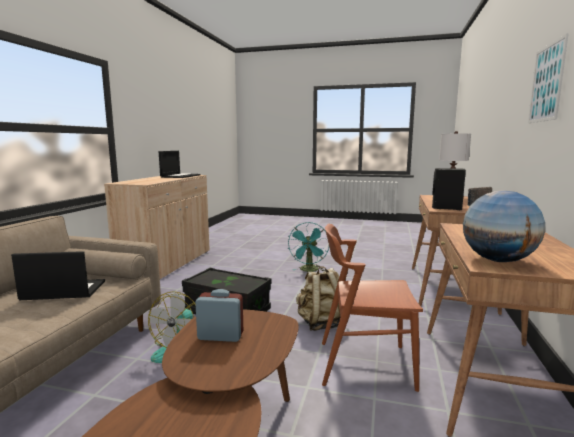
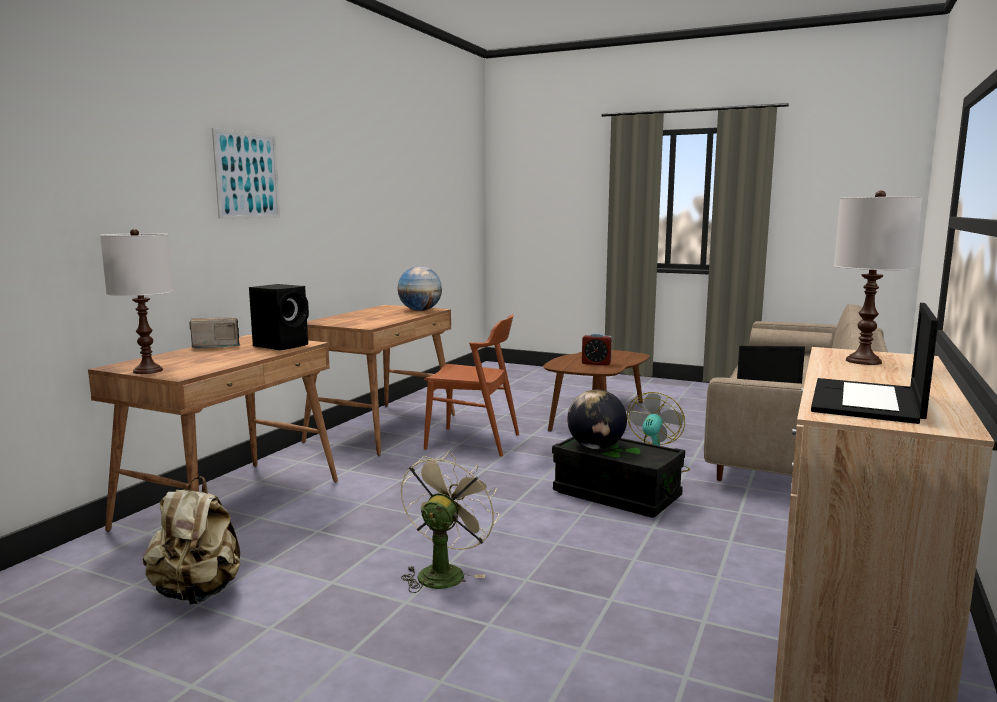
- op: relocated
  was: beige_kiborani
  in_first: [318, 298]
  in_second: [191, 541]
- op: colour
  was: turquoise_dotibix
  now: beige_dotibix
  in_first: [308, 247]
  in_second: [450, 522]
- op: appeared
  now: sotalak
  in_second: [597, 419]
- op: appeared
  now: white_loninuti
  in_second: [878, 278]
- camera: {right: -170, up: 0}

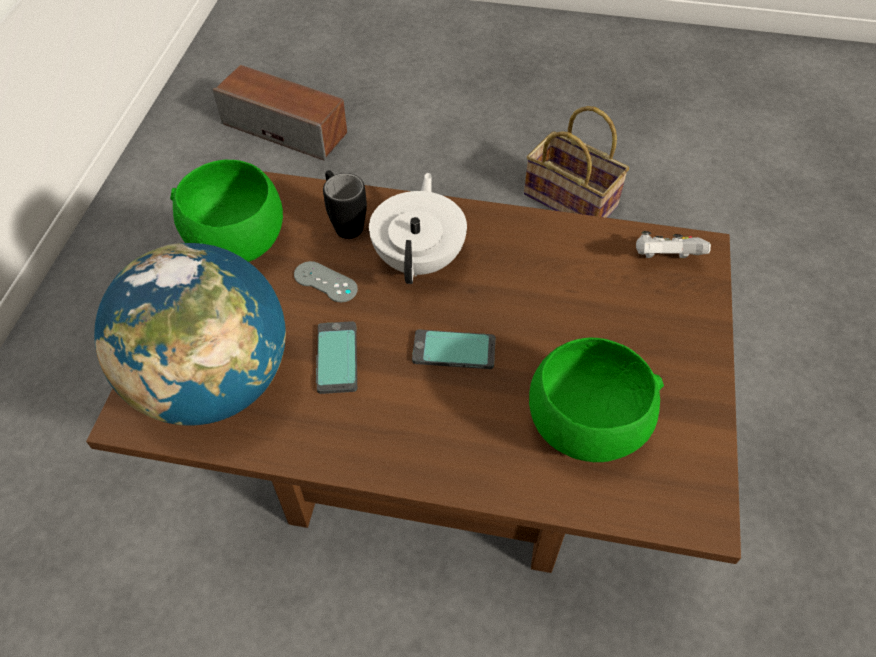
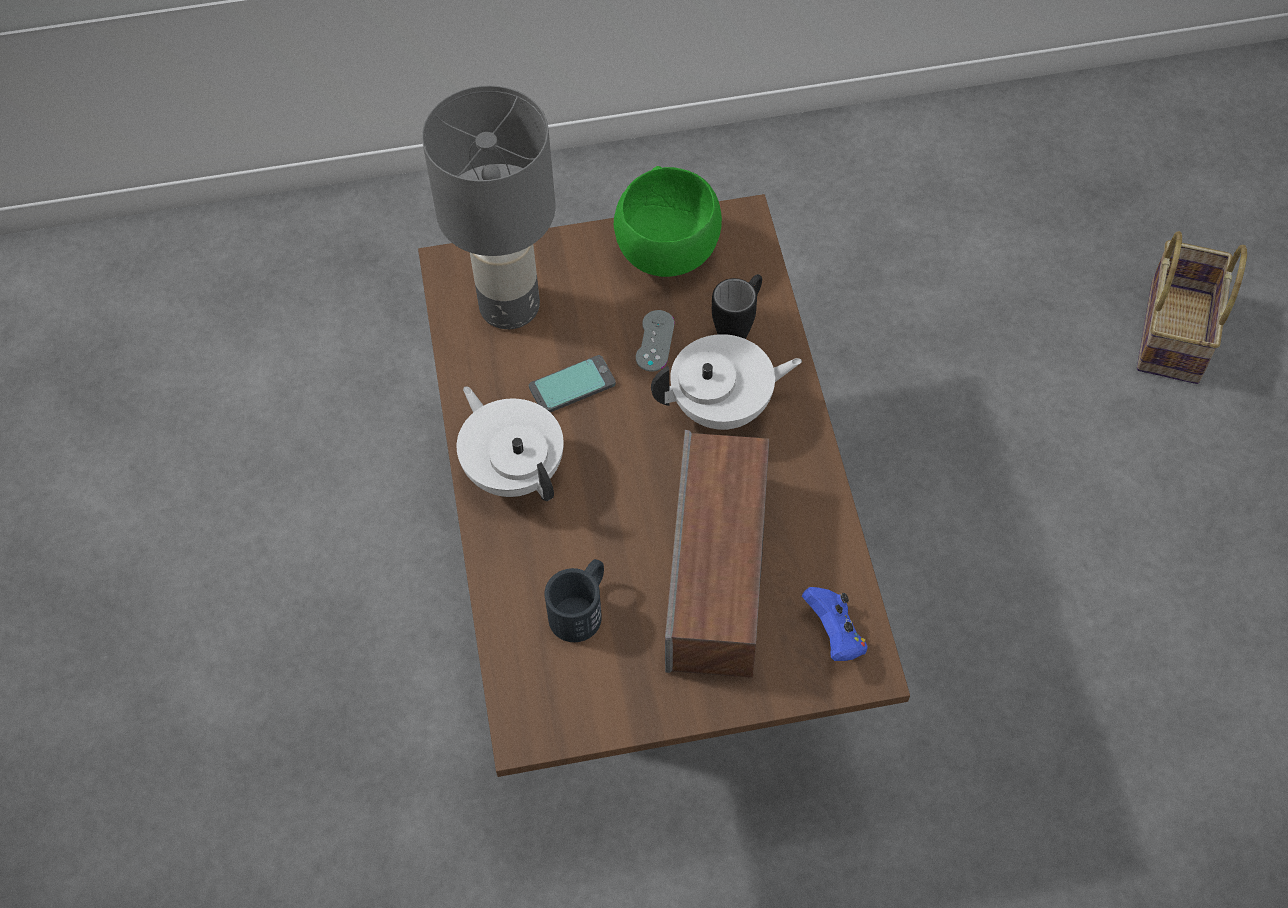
- op: exchanged
  was: sotalak
  now: grey_loninuti
  in_first: [190, 334]
  in_second: [488, 207]
- op: appeared
  now: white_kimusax
  in_second: [510, 443]
- op: exchanged
  was: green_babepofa
  now: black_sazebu
  in_first: [596, 400]
  in_second: [574, 600]
- op: relocated
  was: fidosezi
  in_first: [280, 113]
  in_second: [717, 554]
- op: colour
  was: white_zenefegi
  now: blue_zenefegi
  in_first: [673, 245]
  in_second: [835, 624]
- op: relocated
  was: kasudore
  in_first: [576, 162]
  in_second: [1192, 307]
- op: missing
  was: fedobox
  in_first: [454, 349]
- camera: {right: 70, up: 5}

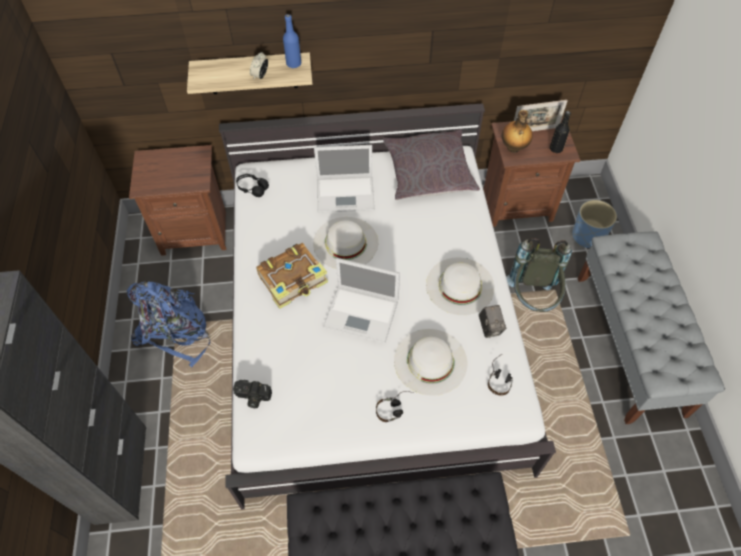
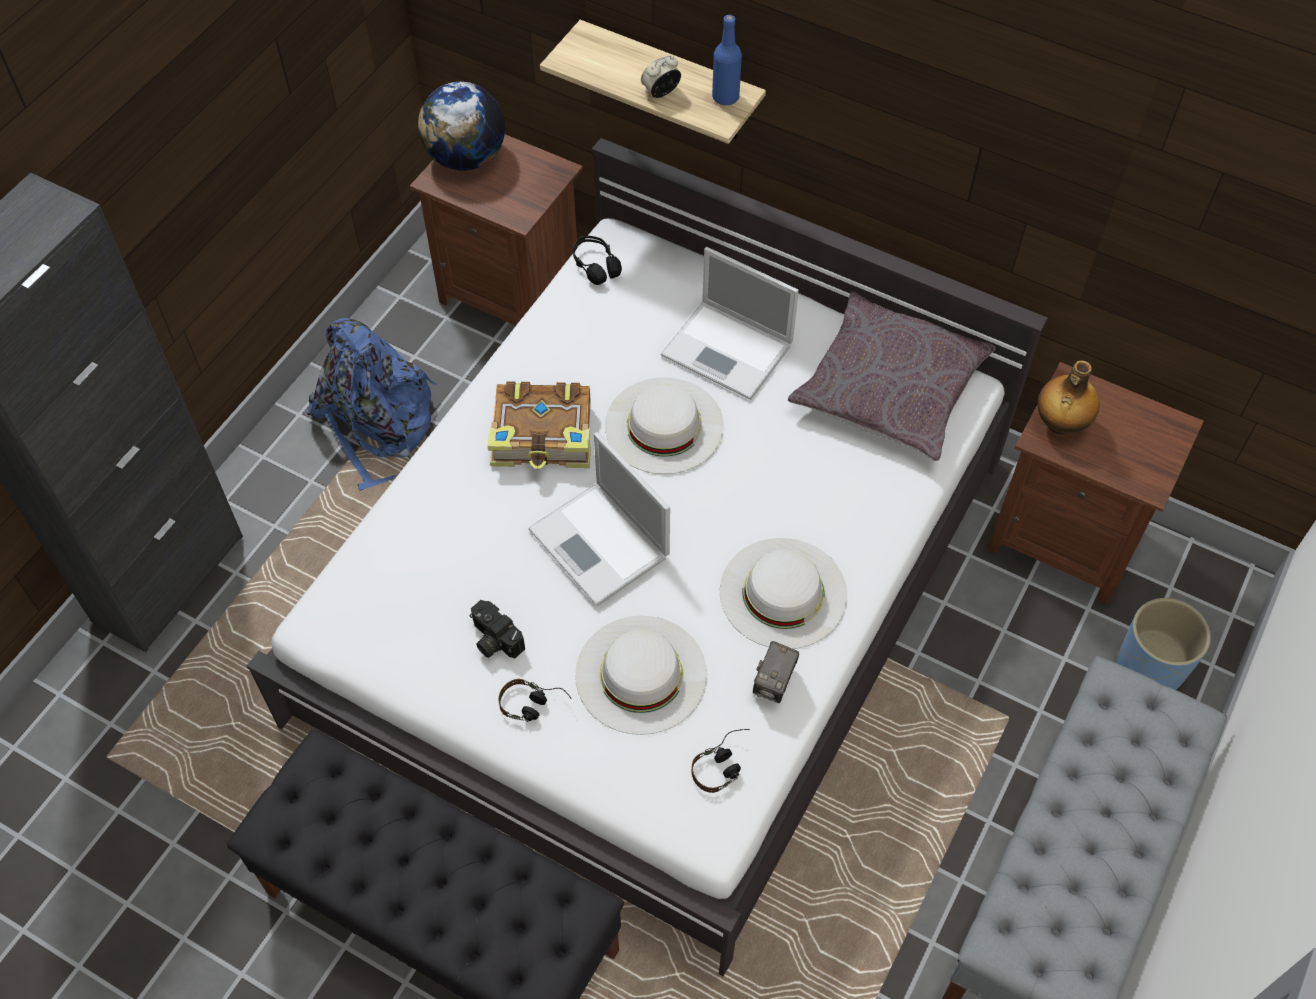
- op: appeared
  now: sotalak
  in_second: [461, 126]
- op: relocated
  was: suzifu
  in_first: [252, 394]
  in_second: [497, 629]
- op: missing
  was: grey_kiborani
  in_first: [539, 275]
- op: missing
  was: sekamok
  in_first: [541, 115]
- op: missing
  was: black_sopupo
  in_first: [560, 132]
- camera: {right: 35, up: 0}

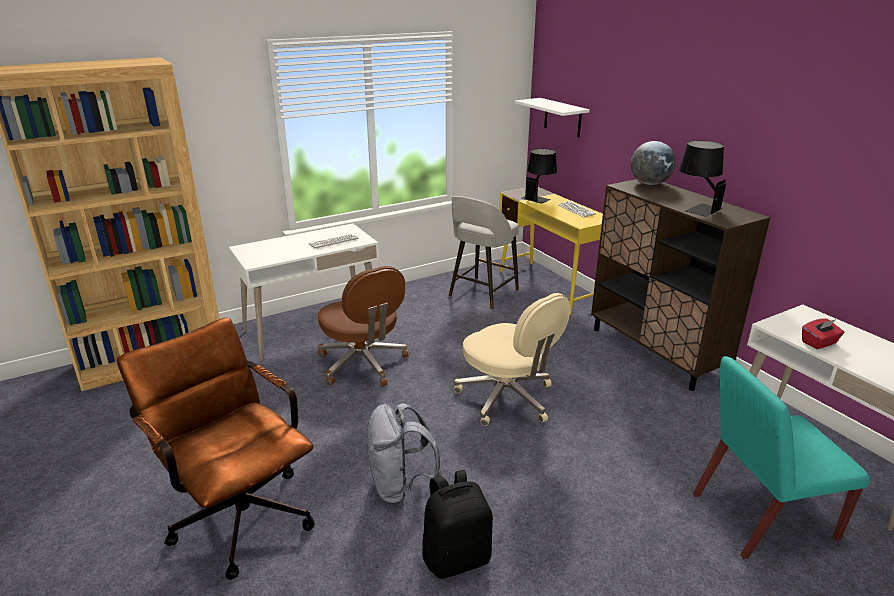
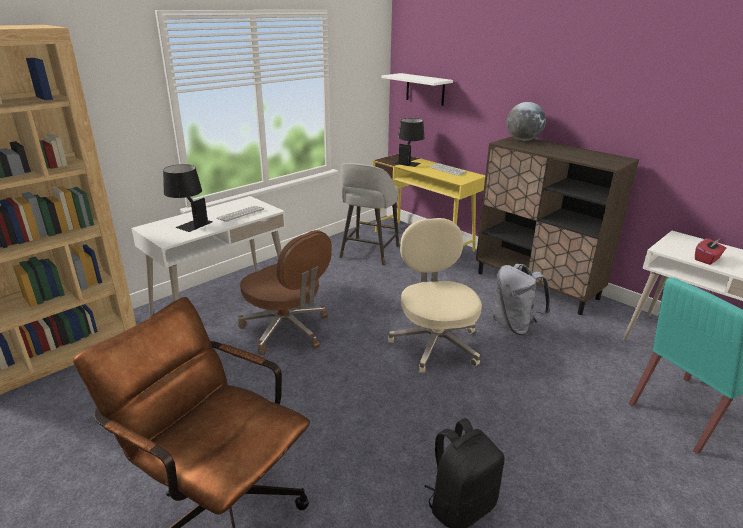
- op: relocated
  was: black_loninuti
  in_first: [702, 178]
  in_second: [188, 198]
- op: spun
  was: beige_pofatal
  in_first: [512, 359]
  in_second: [435, 295]
  clockwise: -135
- op: relocated
  was: grey_kiborani
  in_first: [404, 453]
  in_second: [521, 299]
- camera: {right: -15, up: 0}

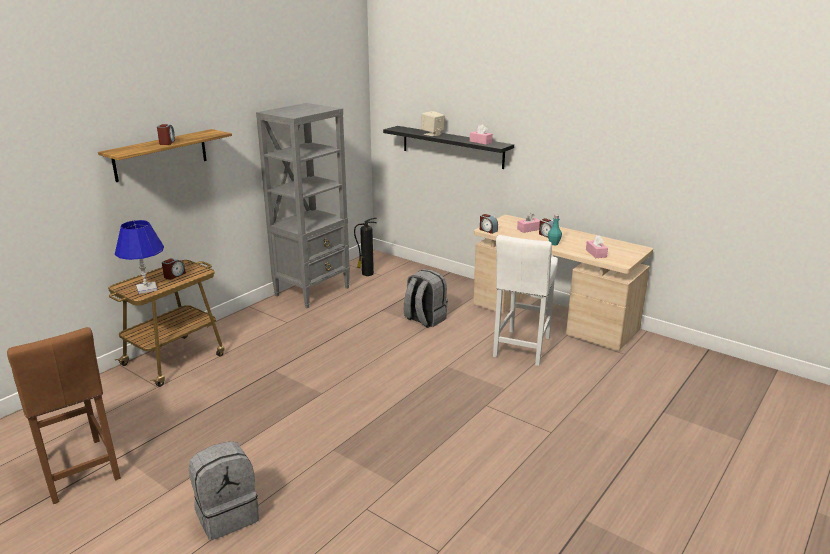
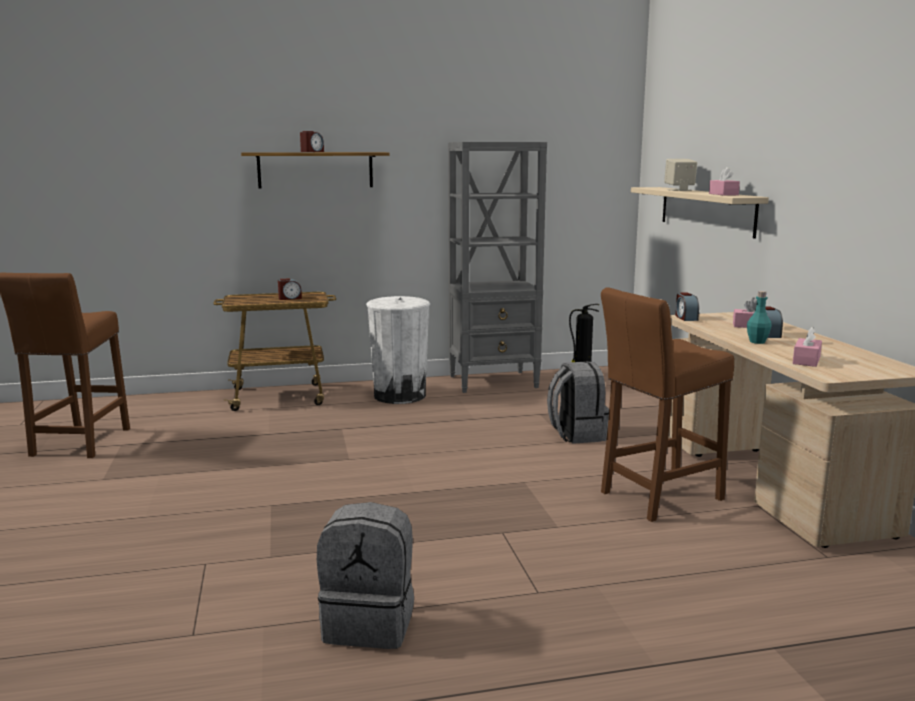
- op: relocated
  was: grey_kiborani
  in_first: [224, 490]
  in_second: [365, 575]
- op: appeared
  now: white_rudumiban
  in_second: [398, 350]
- op: colour
  was: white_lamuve
  now: brown_lamuve
  in_first: [525, 300]
  in_second: [667, 405]
- op: colour
  was: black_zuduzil
  now: beige_zuduzil
  in_first: [448, 147]
  in_second: [700, 213]
- op: missing
  was: blue_loninuti
  in_first: [139, 257]
- camera: {right: 40, up: -10}

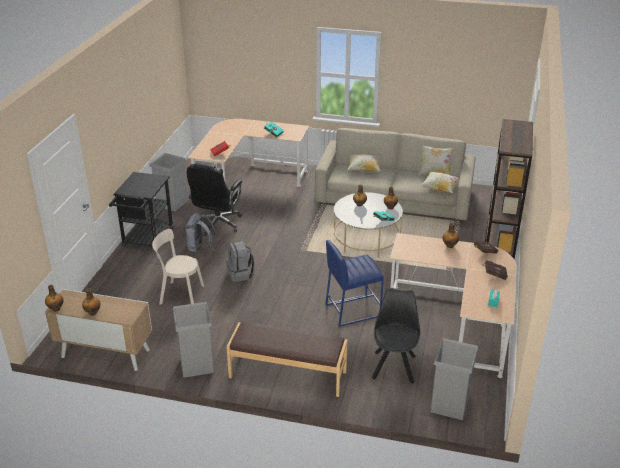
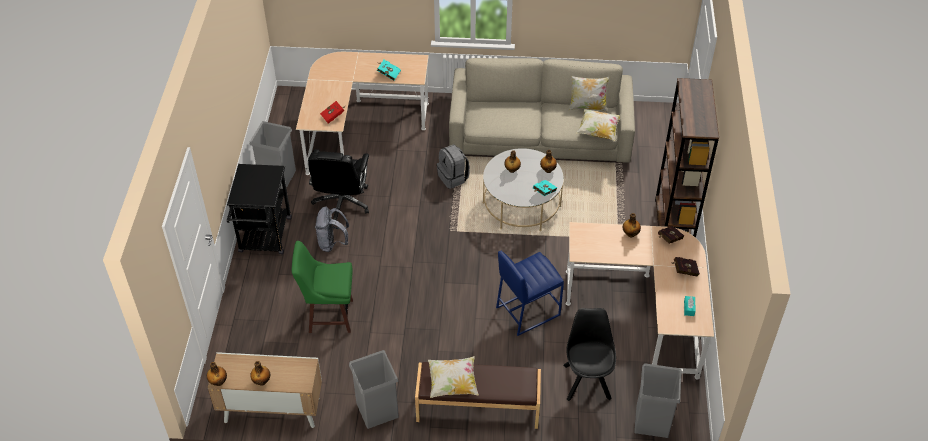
- op: exchanged
  was: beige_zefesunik
  now: green_lamuve
  in_first: [178, 266]
  in_second: [322, 287]
- op: relocated
  was: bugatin
  in_first: [364, 163]
  in_second: [453, 377]
- op: relocated
  was: grey_kiborani
  in_first: [240, 261]
  in_second: [453, 167]
- camera: {right: -10, up: 15}

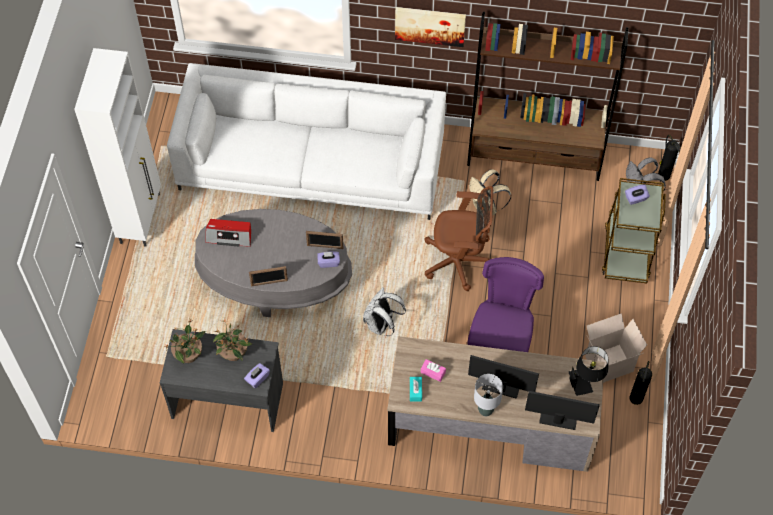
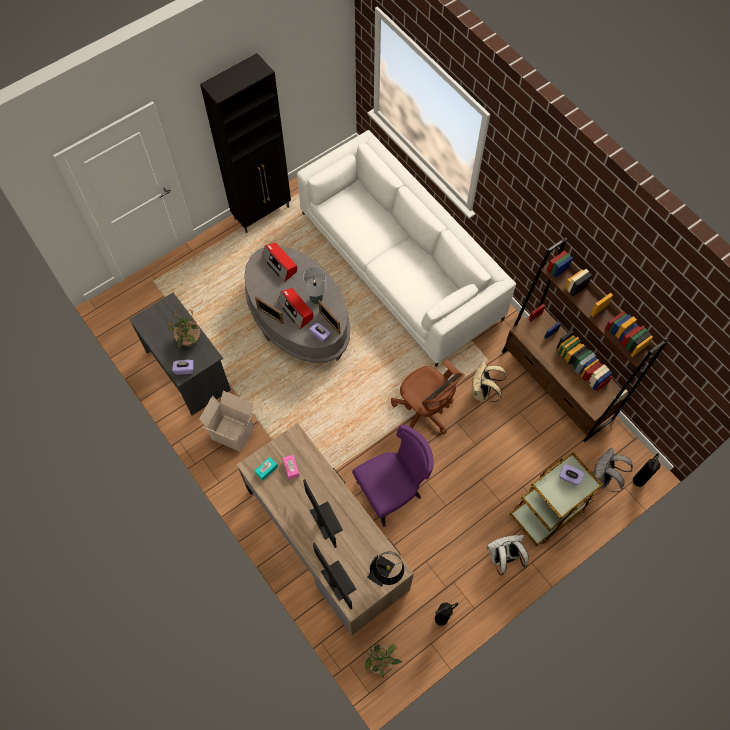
- op: relocated
  was: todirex
  in_first: [616, 348]
  in_second: [226, 421]
- op: colour
  was: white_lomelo
  now: black_lomelo
  in_first: [117, 147]
  in_second: [245, 143]
- op: appeared
  now: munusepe
  in_second: [295, 308]
- op: relocated
  was: grey_loninuti
  in_first: [488, 395]
  in_second: [314, 285]
- op: relocated
  was: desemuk
  in_first: [185, 341]
  in_second: [381, 661]
- op: relocated
  was: white_kiborani
  in_first: [384, 311]
  in_second: [508, 555]
- op: missing
  was: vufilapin
  in_first: [430, 27]
- camera: {right: 45, up: 5}

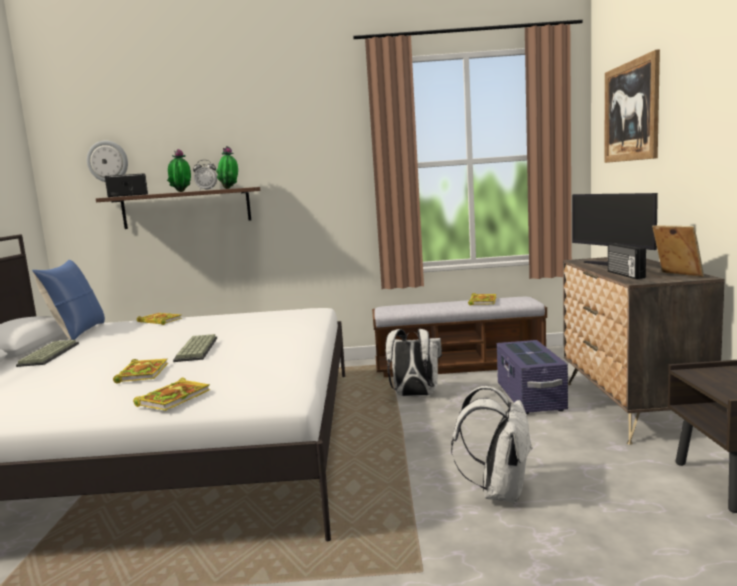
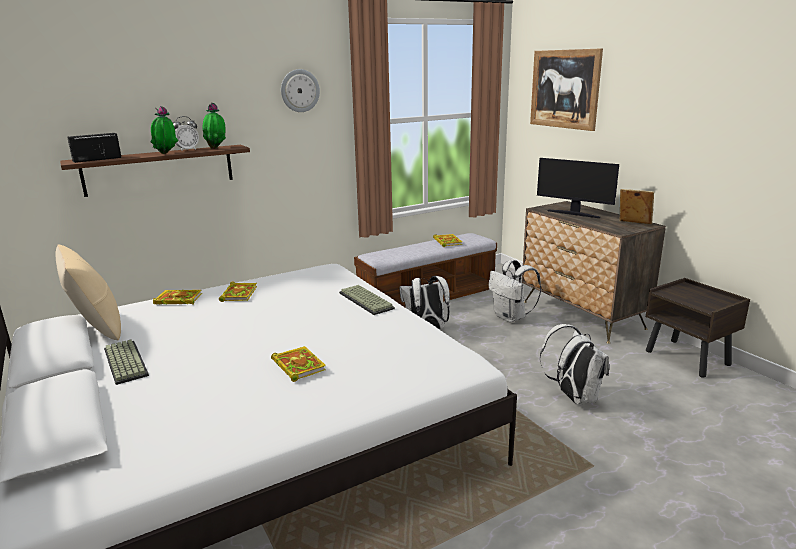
- op: colour
  was: blue_bugatin
  now: beige_bugatin
  in_first: [68, 300]
  in_second: [88, 292]
- op: relocated
  was: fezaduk
  in_first: [172, 394]
  in_second: [238, 292]
- op: relocated
  was: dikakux
  in_first: [107, 161]
  in_second: [300, 90]
- op: relocated
  was: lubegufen
  in_first: [195, 348]
  in_second: [367, 300]
- op: exchanged
  was: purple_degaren
  now: white_kiborani
  in_first: [532, 377]
  in_second: [515, 291]
- op: missing
  was: munusepe
  in_first: [627, 261]
- camera: {right: -30, up: 10}

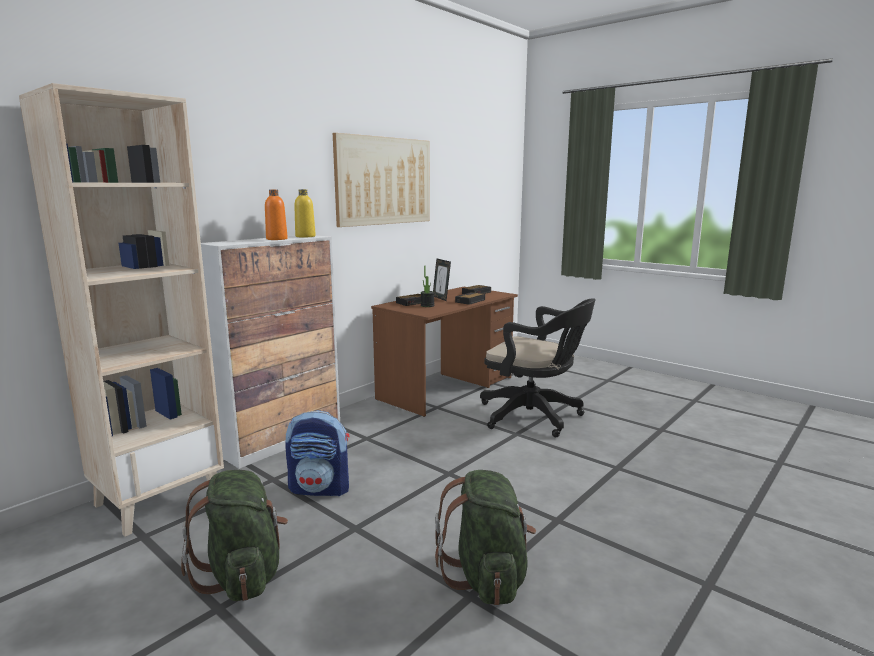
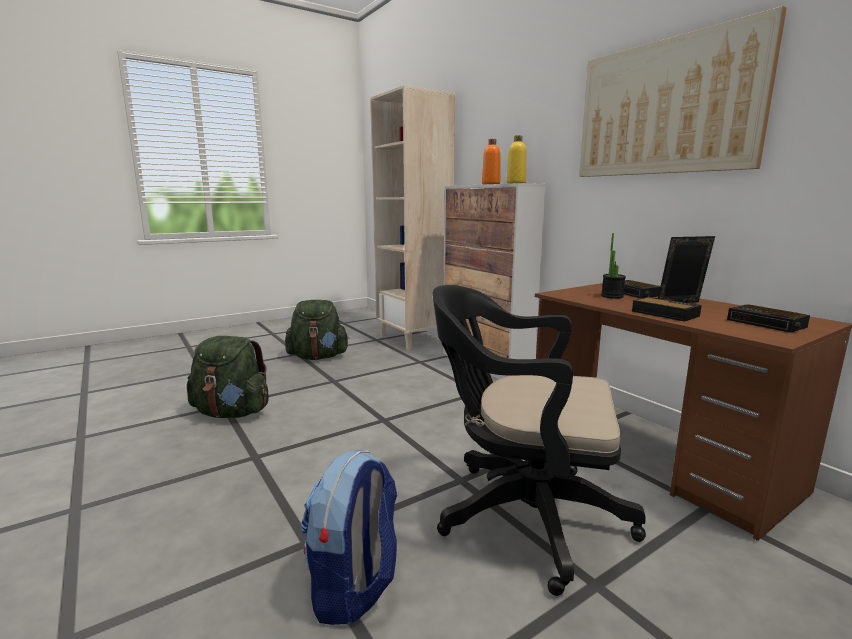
- op: relocated
  was: kiborani
  in_first: [317, 453]
  in_second: [348, 537]
- op: spun
  was: black_pofatal
  in_first: [538, 367]
  in_second: [539, 440]
  clockwise: 60
- camera: {right: 105, up: 0}

